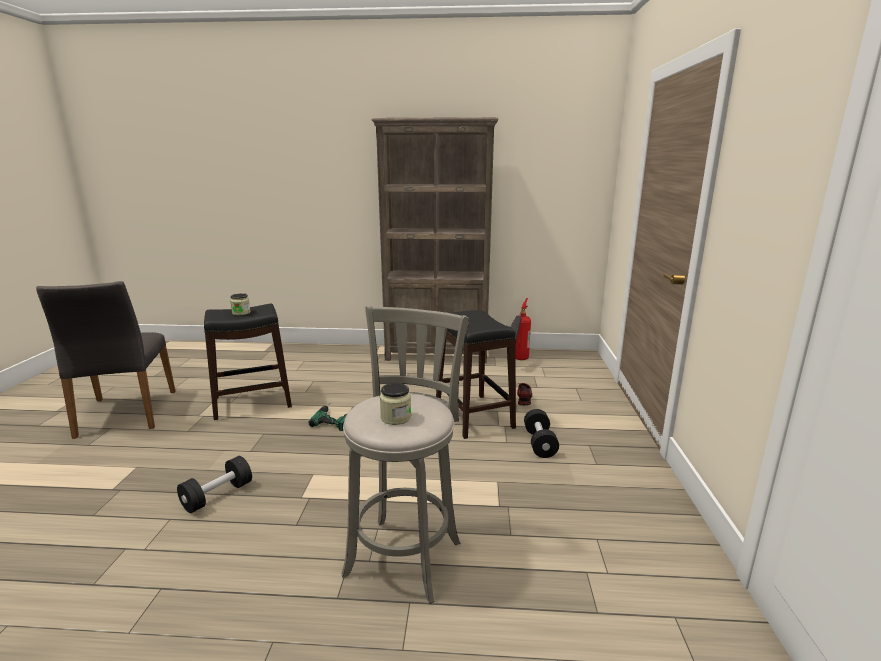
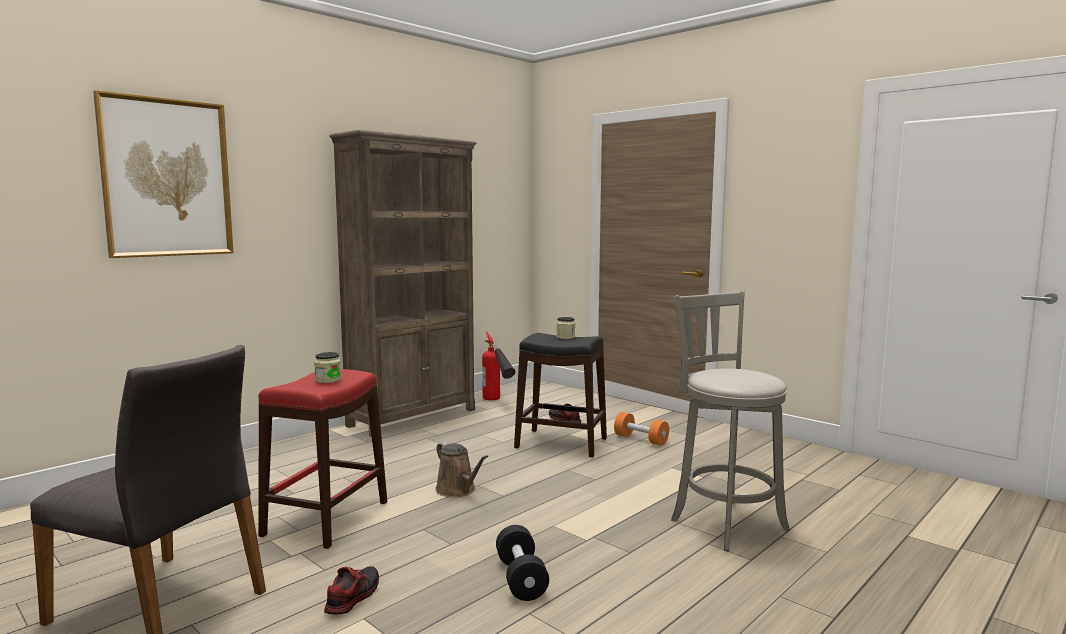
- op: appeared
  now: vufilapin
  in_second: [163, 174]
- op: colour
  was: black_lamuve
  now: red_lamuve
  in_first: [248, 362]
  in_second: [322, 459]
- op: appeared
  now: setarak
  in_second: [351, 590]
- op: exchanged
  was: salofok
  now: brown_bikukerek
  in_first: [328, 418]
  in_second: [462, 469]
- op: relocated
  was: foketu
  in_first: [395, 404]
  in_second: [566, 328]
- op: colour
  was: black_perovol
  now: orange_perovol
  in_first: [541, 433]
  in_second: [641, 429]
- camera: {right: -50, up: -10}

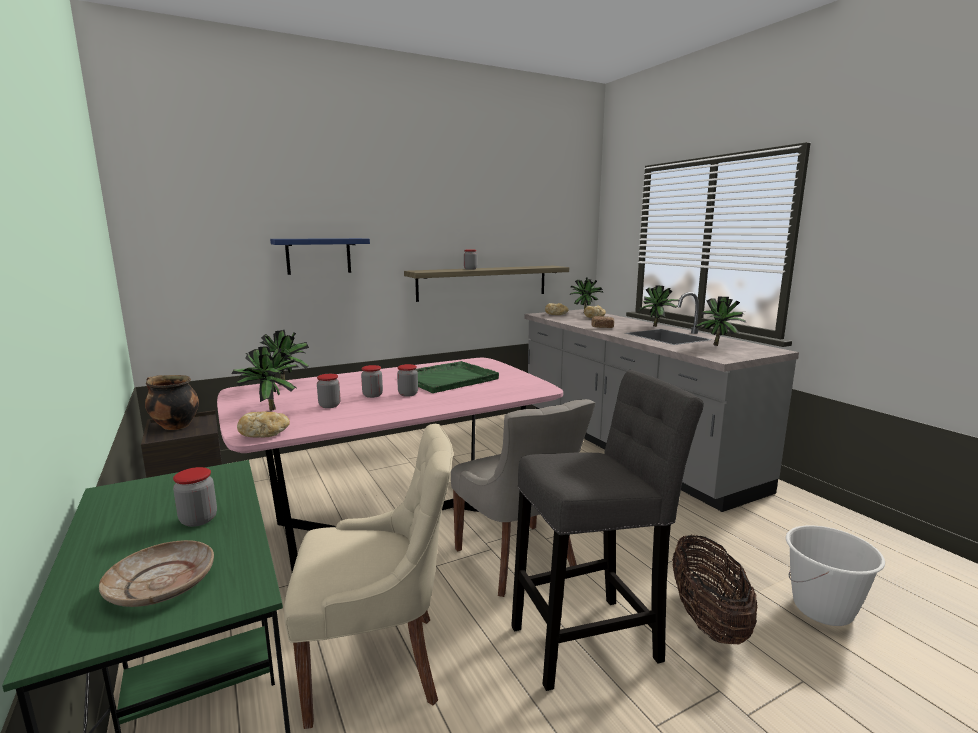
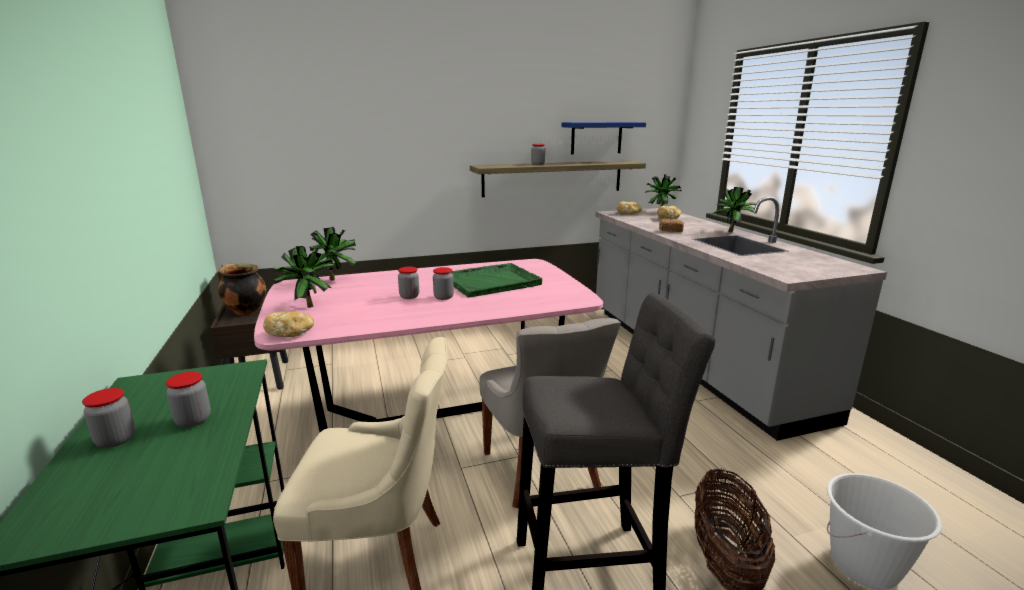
- op: relocated
  was: foketu
  in_first: [329, 391]
  in_second: [108, 418]
- op: relocated
  was: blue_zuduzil
  in_first: [320, 256]
  in_second: [603, 138]
- op: missing
  was: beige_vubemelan
  in_first: [156, 573]
- op: missing
  was: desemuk
  in_first: [720, 321]
- camera: {right: 10, up: 5}

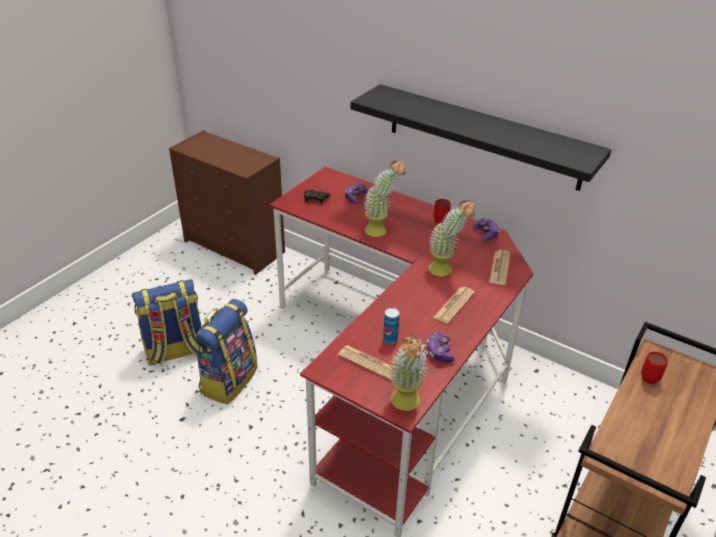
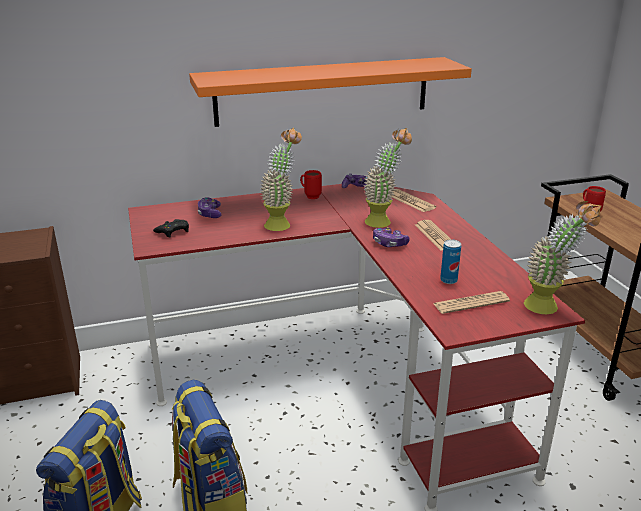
- op: colour
  was: black_zuduzil
  now: orange_zuduzil
  in_first: [481, 137]
  in_second: [330, 92]
- op: relocated
  was: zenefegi
  in_first: [441, 347]
  in_second: [391, 237]
- camera: {right: -50, up: -10}

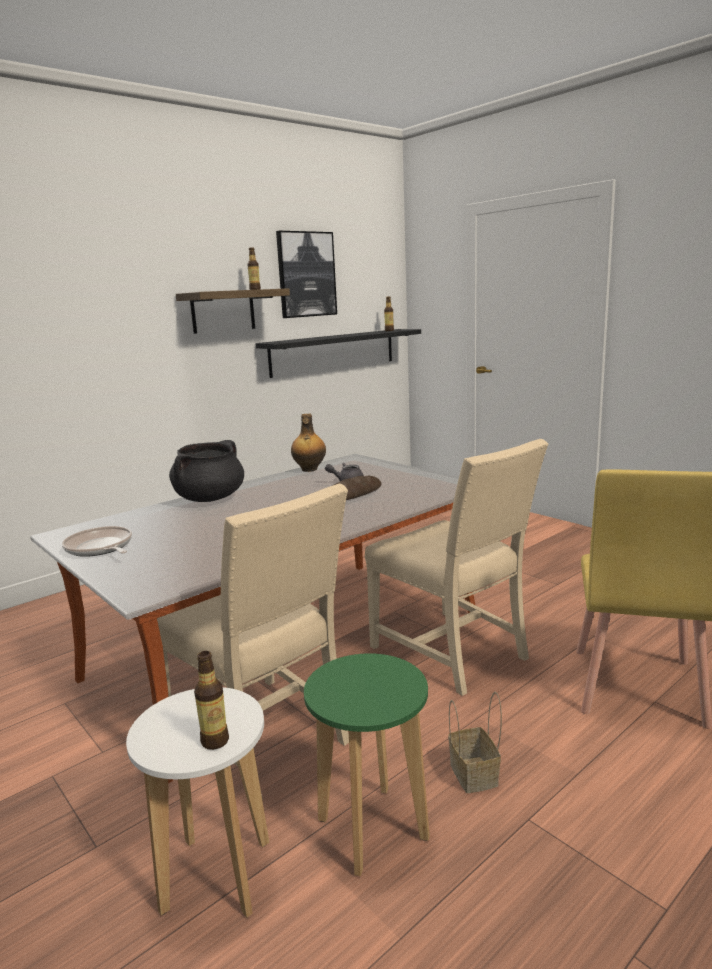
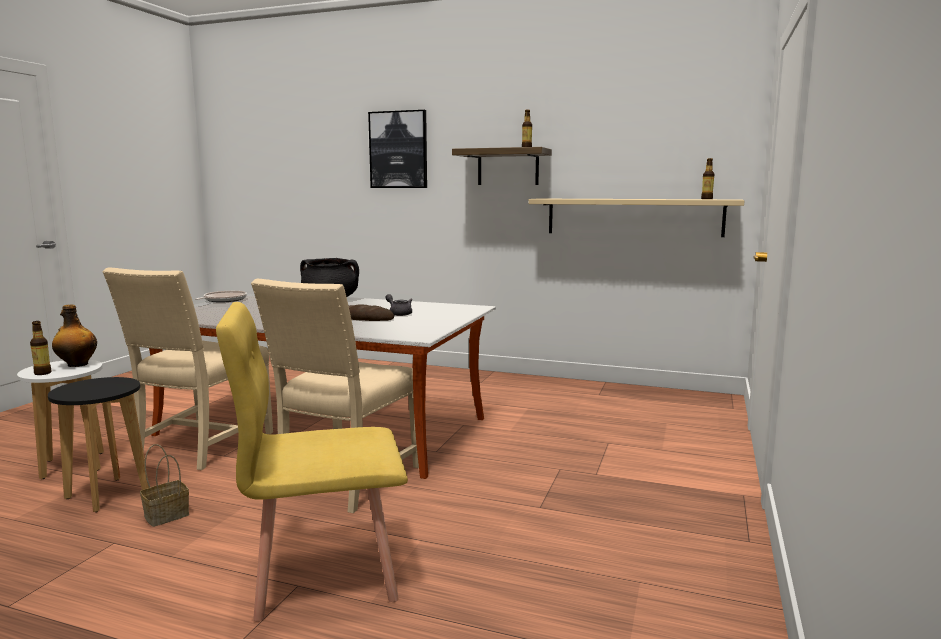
- op: colour
  was: green_lamuve
  now: black_lamuve
  in_first: [367, 764]
  in_second: [98, 444]
- op: relocated
  was: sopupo
  in_first: [308, 443]
  in_second: [74, 336]
- op: relocated
  was: vufilapin
  in_first: [306, 274]
  in_second: [397, 149]
- op: colour
  was: black_zuduzil
  now: beige_zuduzil
  in_first: [338, 353]
  in_second: [636, 218]
- camera: {right: 60, up: -5}

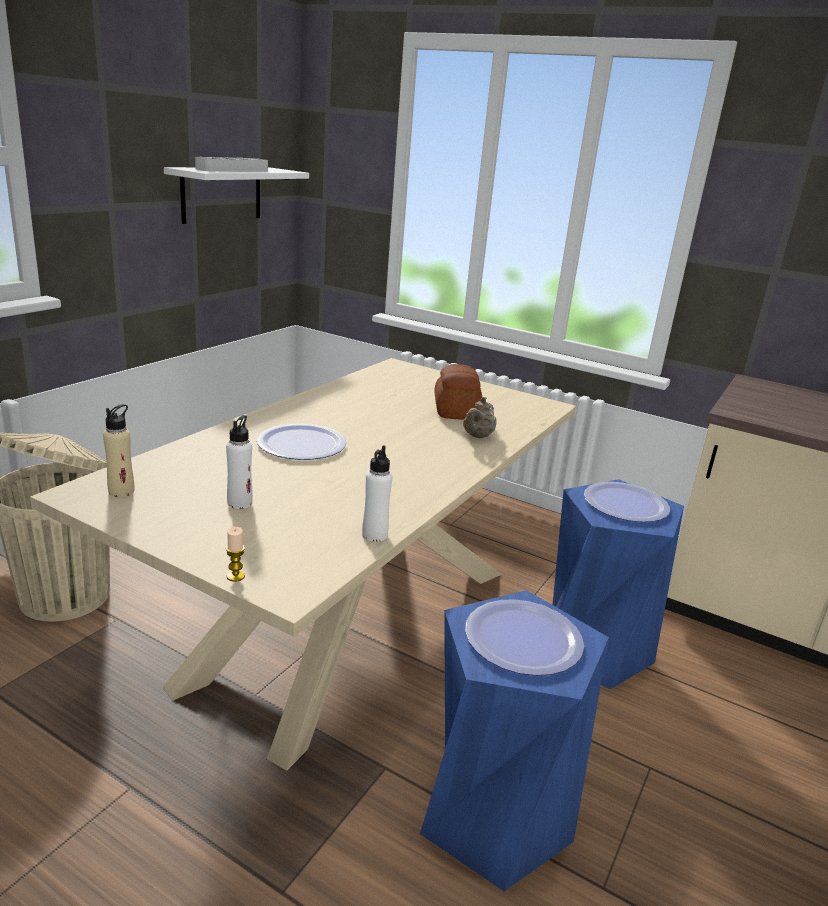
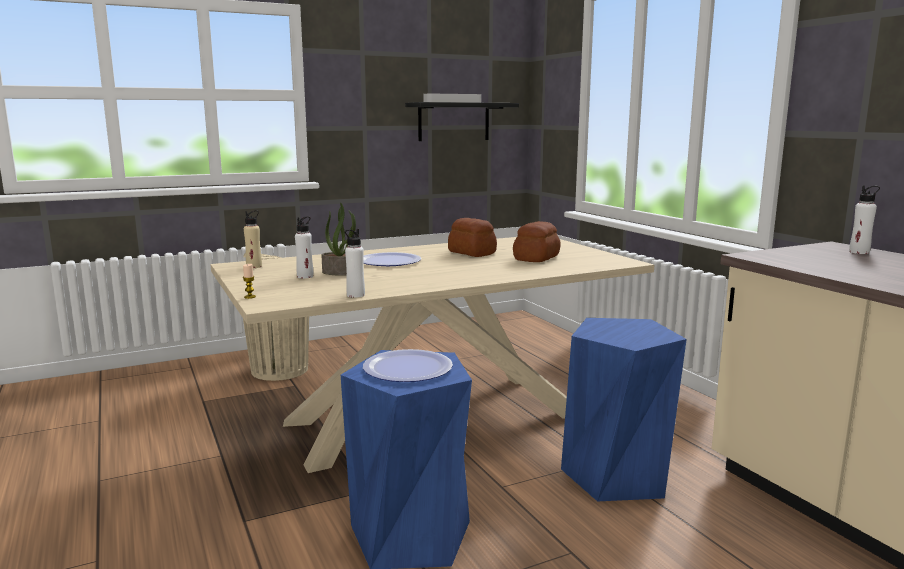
- op: appeared
  now: desemuk
  in_second: [338, 239]
- op: colour
  was: white_zuduzil
  now: black_zuduzil
  in_first: [236, 195]
  in_second: [462, 121]
- op: appeared
  now: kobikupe
  in_second: [472, 237]
- op: appeared
  now: white_sopupo
  in_second: [864, 219]
- op: missing
  was: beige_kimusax
  in_first: [480, 417]
- op: missing
  was: vubemelan
  in_first: [627, 502]
- camera: {right: 35, up: -10}

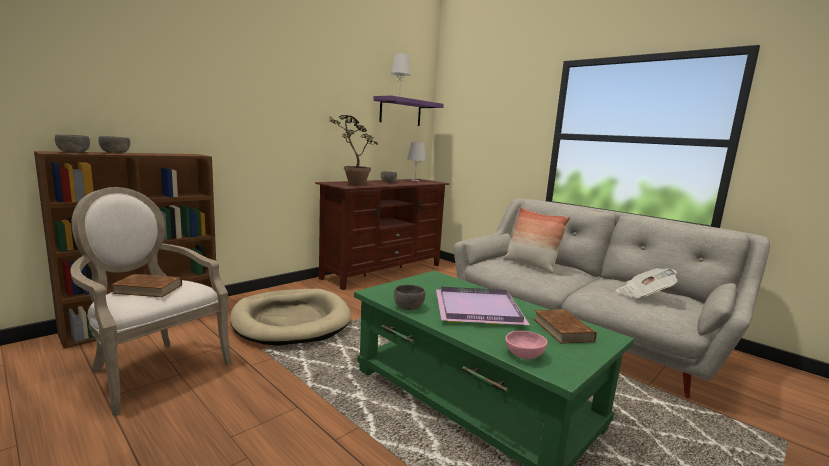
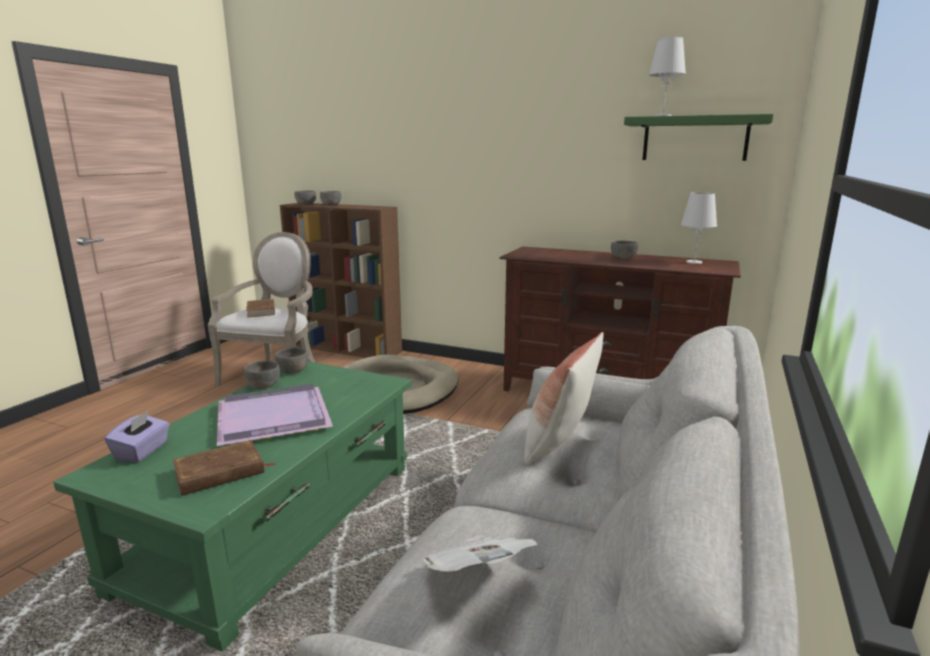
- op: exchanged
  was: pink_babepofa
  now: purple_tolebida
  in_first: [526, 345]
  in_second: [137, 436]
- op: appeared
  now: grey_babepofa
  in_second: [292, 360]
- op: colour
  was: purple_zuduzil
  now: green_zuduzil
  in_first: [408, 110]
  in_second: [698, 137]
- op: missing
  was: desemuk
  in_first: [353, 150]
- camera: {right: 70, up: 5}

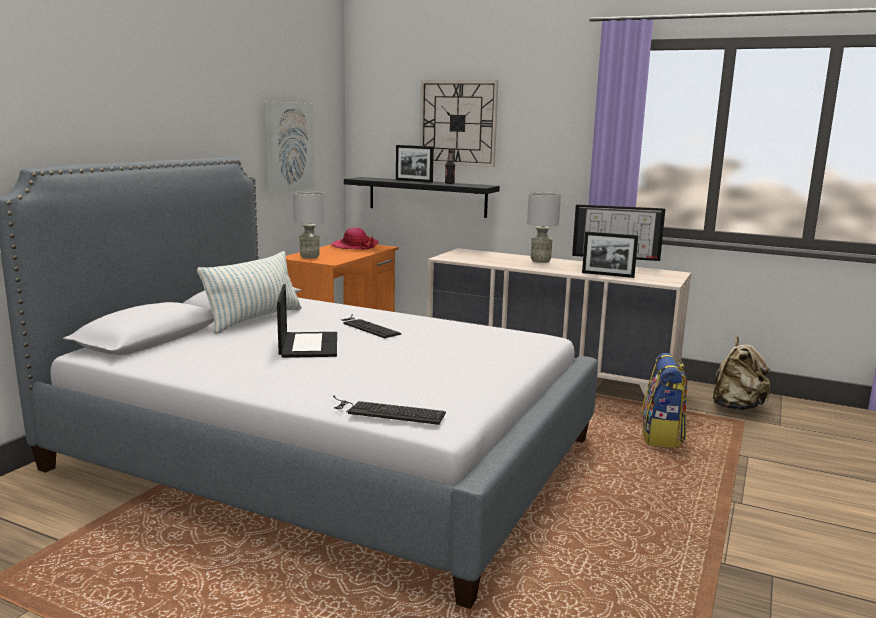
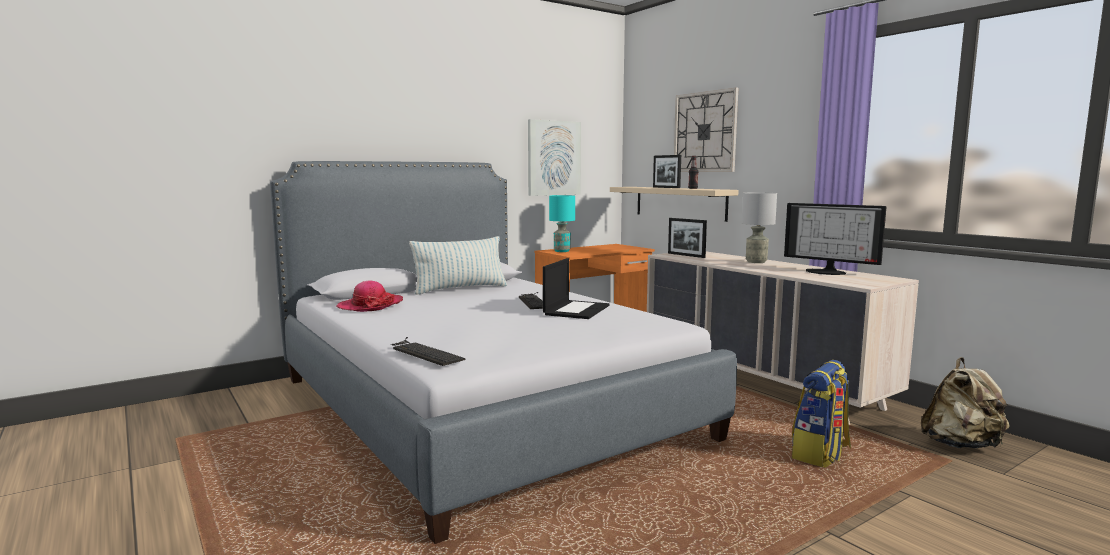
- op: relocated
  was: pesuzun
  in_first: [355, 238]
  in_second: [369, 296]
- op: relocated
  was: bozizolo
  in_first: [307, 321]
  in_second: [576, 288]
- op: colour
  was: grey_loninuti
  now: turquoise_loninuti
  in_first: [308, 225]
  in_second: [562, 223]
- op: colour
  was: black_zuduzil
  now: beige_zuduzil
  in_first: [422, 197]
  in_second: [674, 204]
- op: relocated
  was: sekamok
  in_first: [610, 255]
  in_second: [687, 238]
- camera: {right: 30, up: -5}

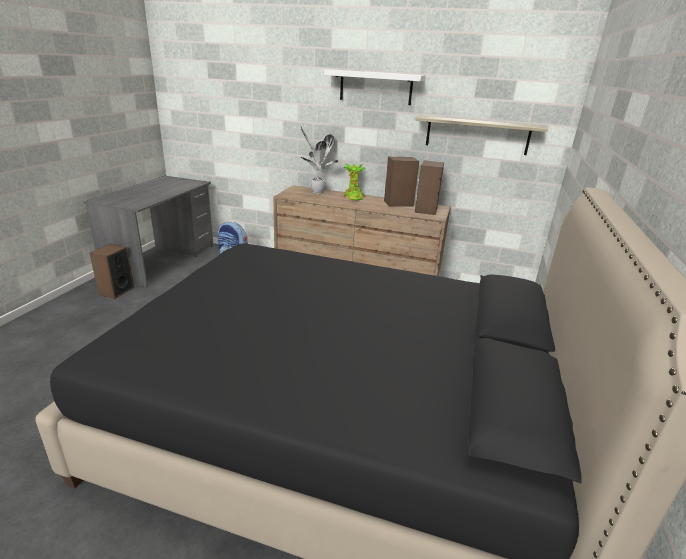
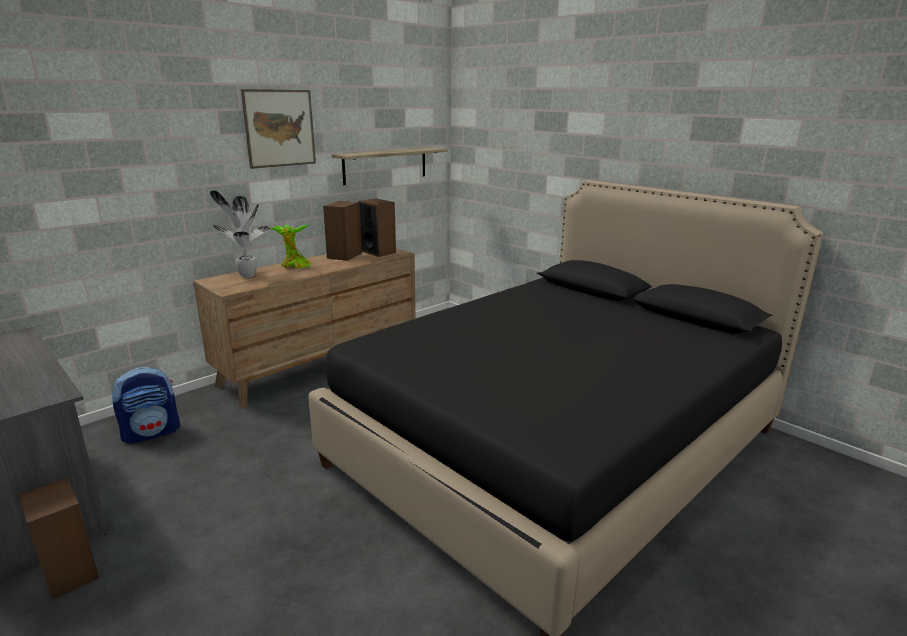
- op: exchanged
  was: white_zuduzil
  now: vufilapin
  in_first: [374, 87]
  in_second: [278, 129]
- camera: {right: -60, up: -5}

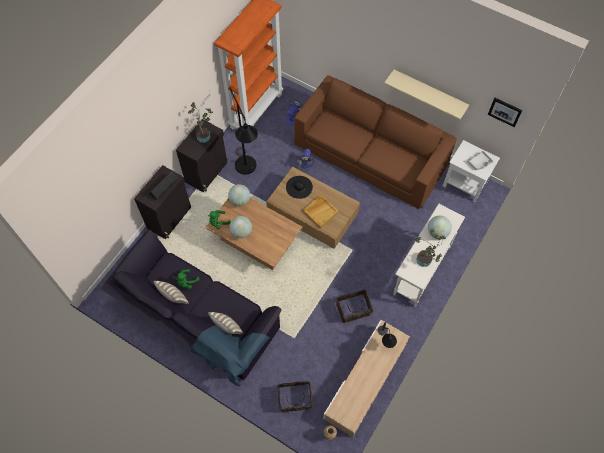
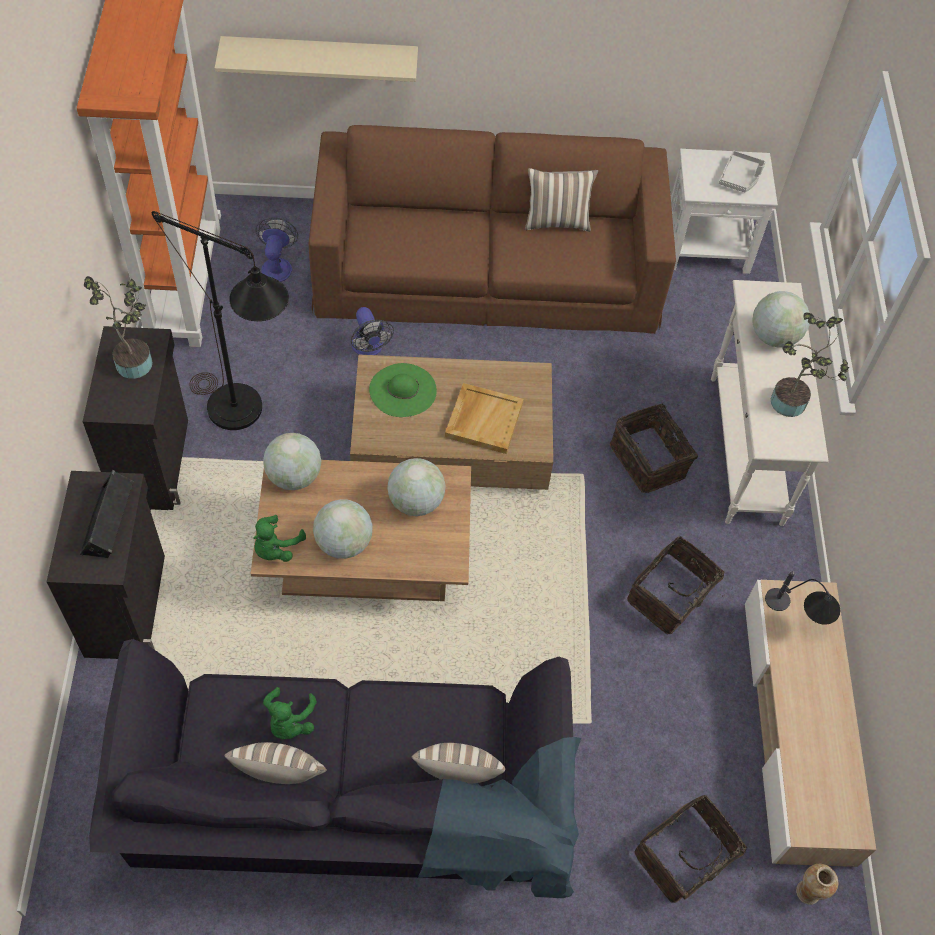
- op: relocated
  was: beige_zuduzil
  in_first: [426, 94]
  in_second: [316, 59]
- op: colour
  was: black_pesuzun
  now: green_pesuzun
  in_first: [299, 187]
  in_second: [403, 390]
- op: appeared
  now: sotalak
  in_second: [416, 487]
- op: appeared
  now: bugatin
  in_second: [561, 200]
- op: appeared
  now: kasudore
  in_second: [654, 448]
- op: missing
  was: vufilapin
  in_first: [505, 112]
- camera: {right: -35, up: -5}

